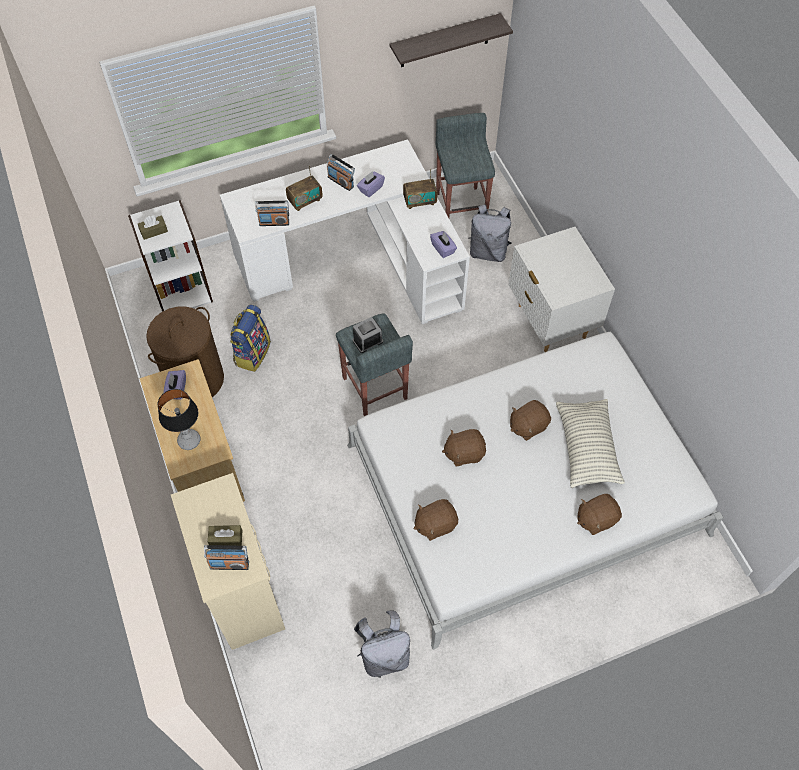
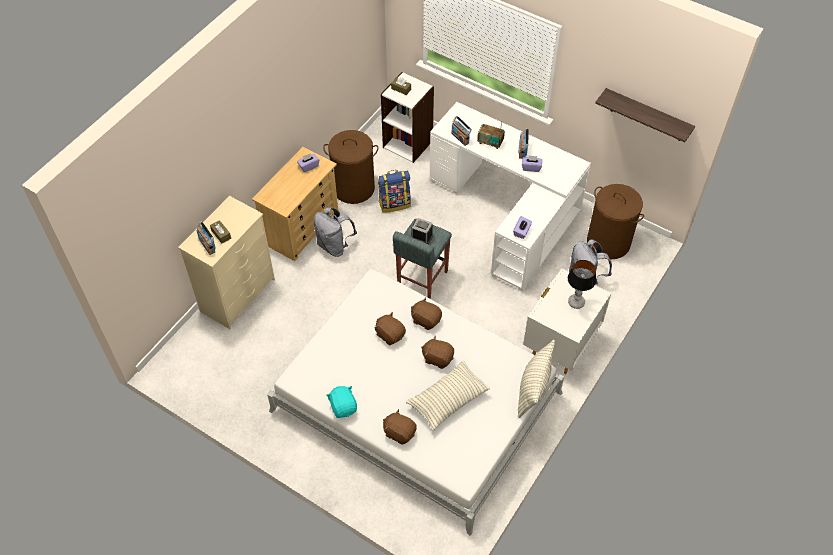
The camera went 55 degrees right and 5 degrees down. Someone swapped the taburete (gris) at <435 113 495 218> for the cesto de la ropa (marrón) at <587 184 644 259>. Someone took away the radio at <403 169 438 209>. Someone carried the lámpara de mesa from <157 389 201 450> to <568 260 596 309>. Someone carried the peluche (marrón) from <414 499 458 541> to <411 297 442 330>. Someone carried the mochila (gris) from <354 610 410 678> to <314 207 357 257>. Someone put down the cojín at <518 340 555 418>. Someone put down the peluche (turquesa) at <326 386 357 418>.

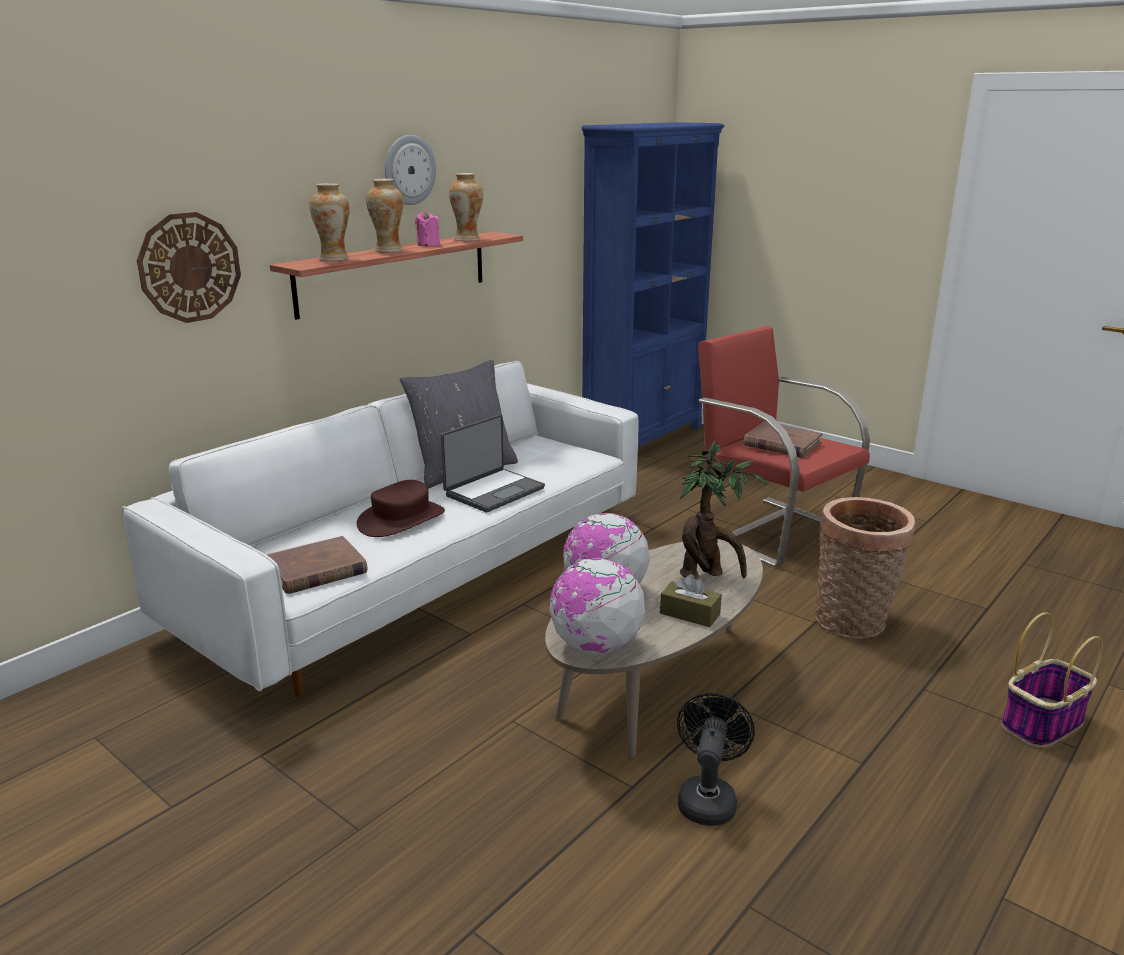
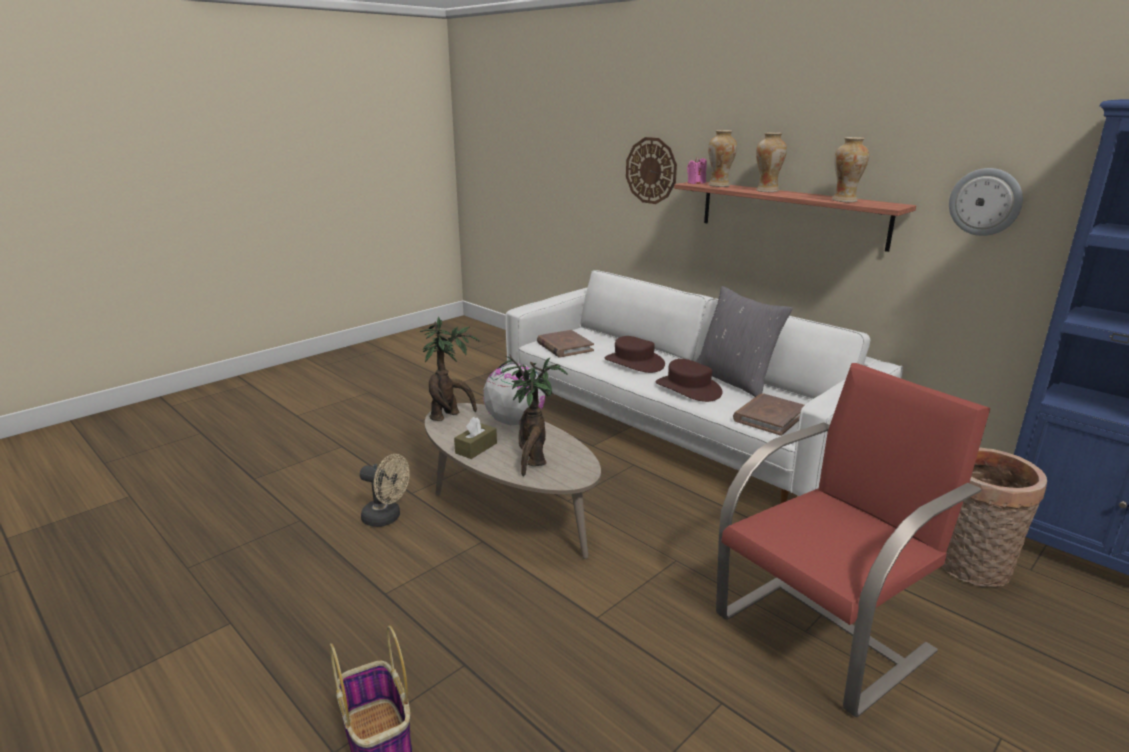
The camera went 95 degrees right and 0 degrees up. Someone carried the reloj de pared from <385 135 436 205> to <949 168 1023 236>. Someone carried the vela (rosa) from <415 211 440 246> to <687 157 707 184>. Someone swapped the portátil at <440 414 545 513> for the sombrero (marrón) at <655 359 722 402>. Someone carried the libro (marrón) from <744 422 823 458> to <733 393 804 436>. Someone carried the cesta from <816 497 915 638> to <941 448 1047 587>. Someone swapped the globo terráqueo at <550 558 645 655> for the planta en maceta at <420 316 480 421>. Someone repainted the ventilador (negro) at <677 693 755 826>, which became the ventilador (beis) at <360 454 410 527>.

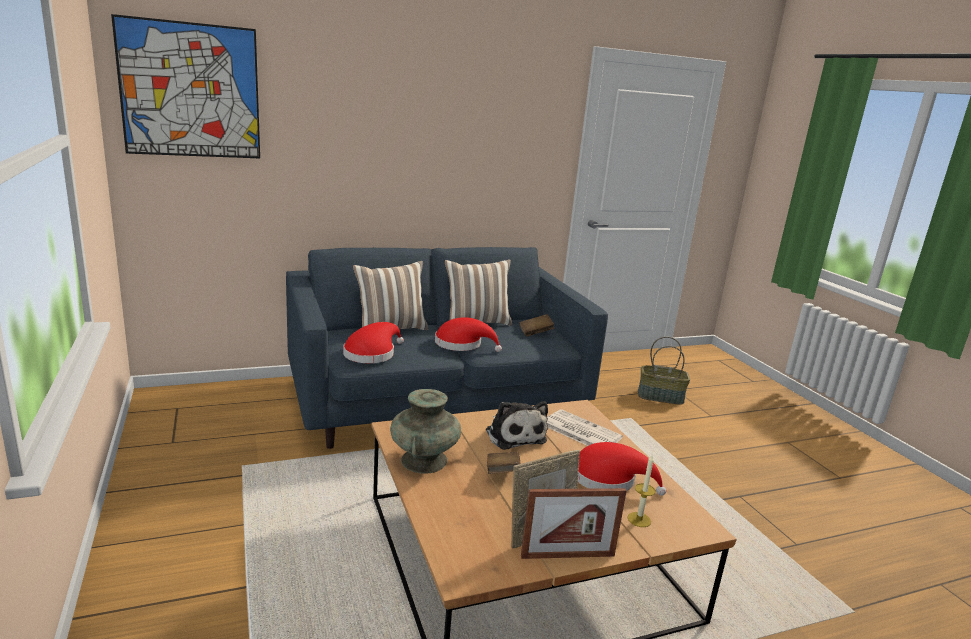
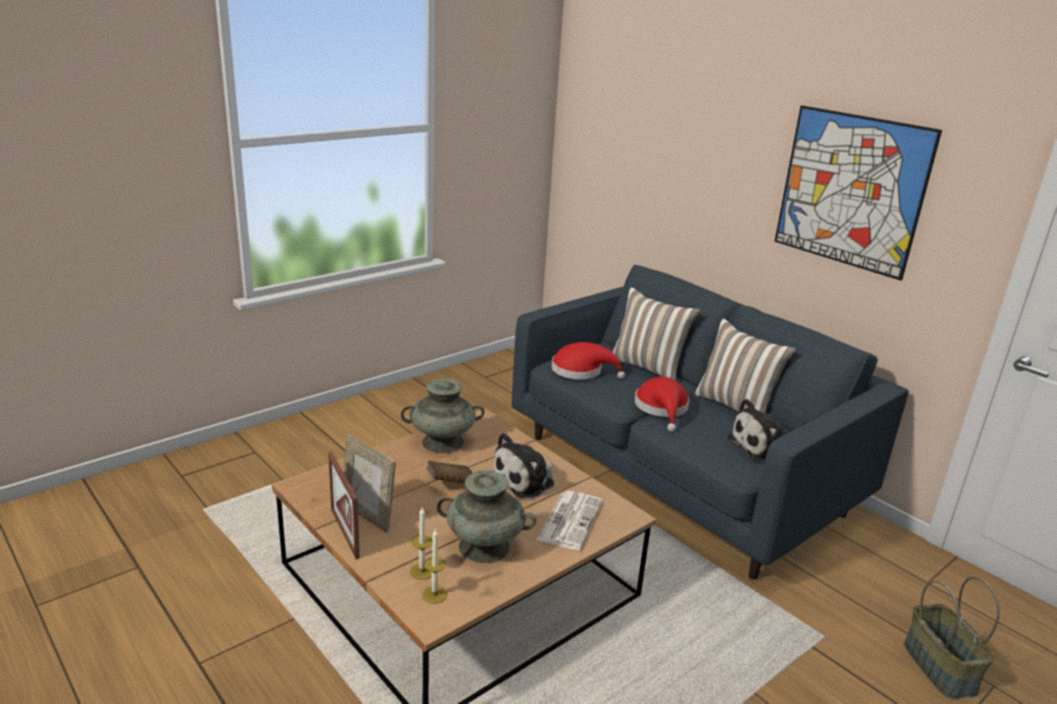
The camera went 70 degrees right and 5 degrees up. Someone carried the cuadro from <111 14 260 158> to <774 105 942 281>. Someone swapped the libro (marrón) at <519 314 554 337> for the peluche at <727 399 784 462>. Someone swapped the sombrero (rojo) at <578 442 666 496> for the florero (turquesa) at <437 470 537 563>. Someone put down the vela at <422 528 447 604>.

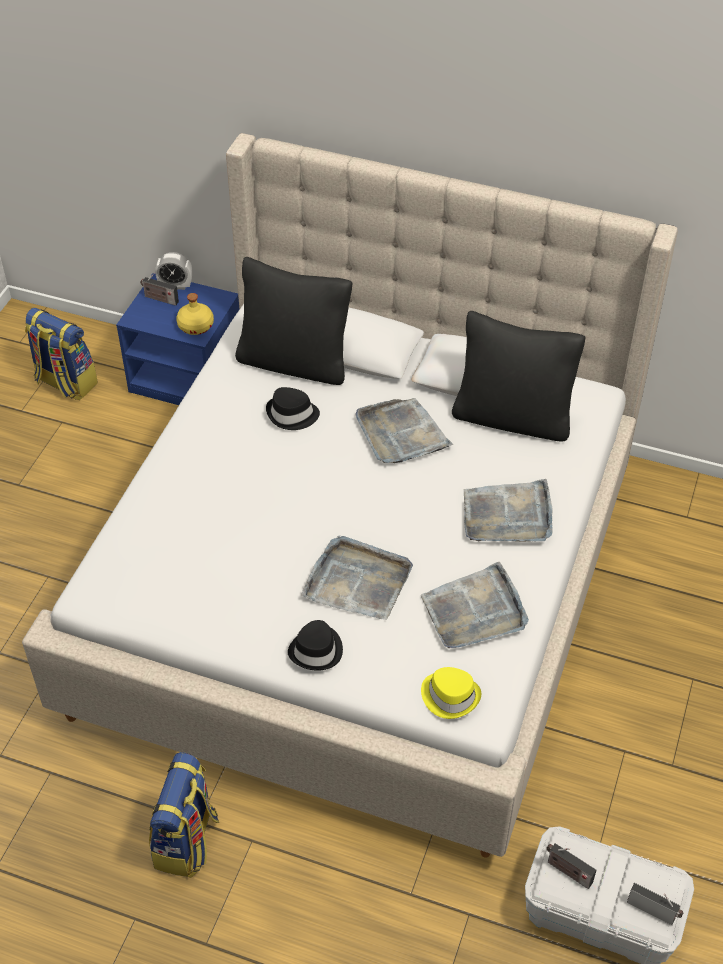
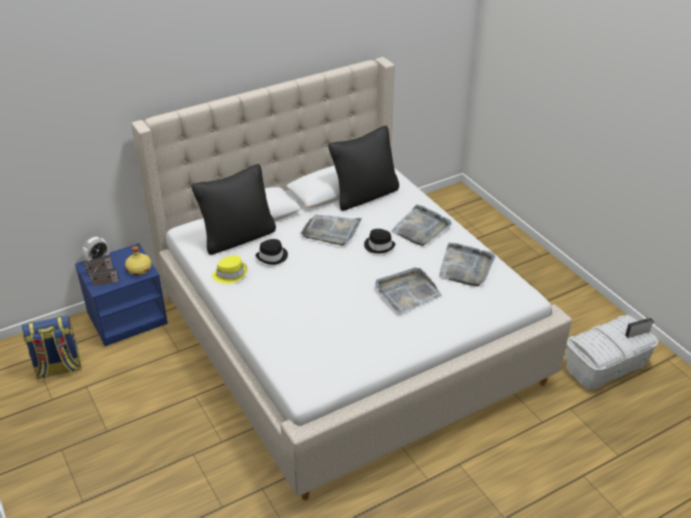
The camera went 50 degrees left and 10 degrees down. Someone carried the sombrero (negro) from <288 620 343 671> to <364 229 395 254>. Someone carried the sombrero (amarillo) from <421 667 481 719> to <212 255 247 284>. Someone took away the mochila at <149 752 219 878>. Someone carried the radio from <547 843 596 889> to <88 265 119 286>.

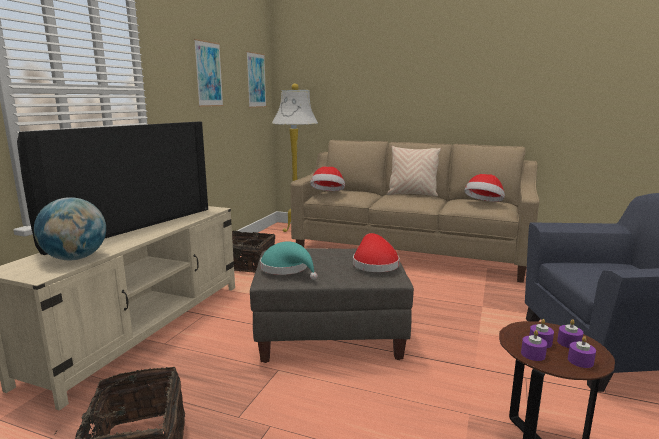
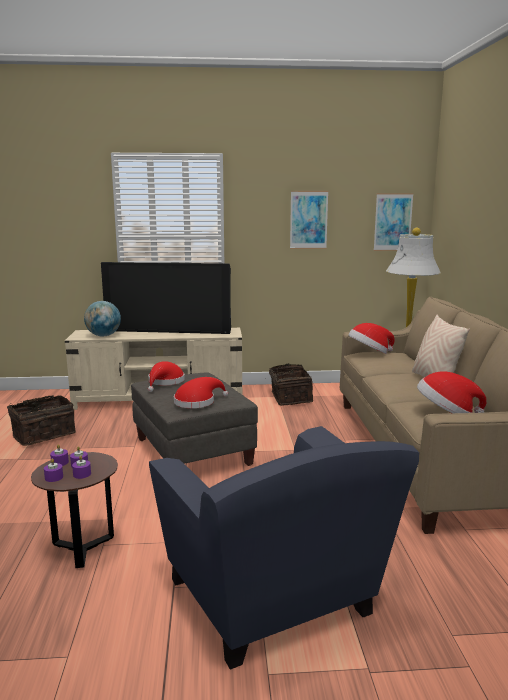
The camera went 65 degrees right and 0 degrees up. Someone repainted the sombrero (turquesa) at <260 241 317 280>, which became the sombrero (rojo) at <148 361 185 392>.

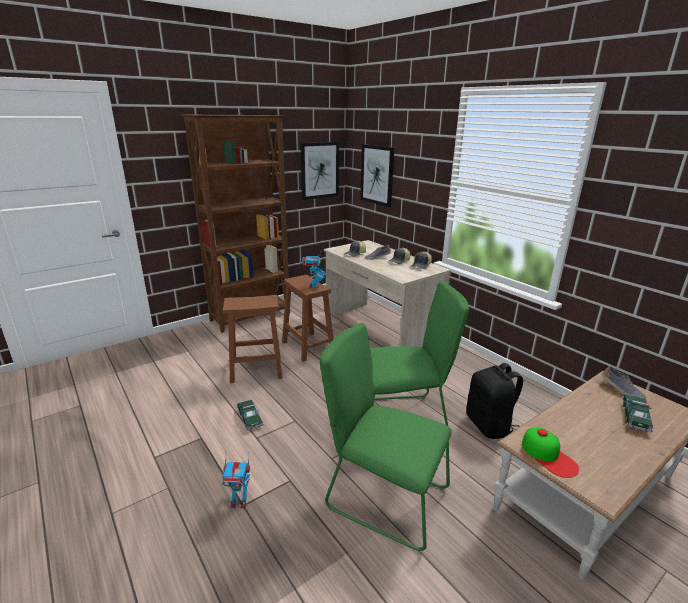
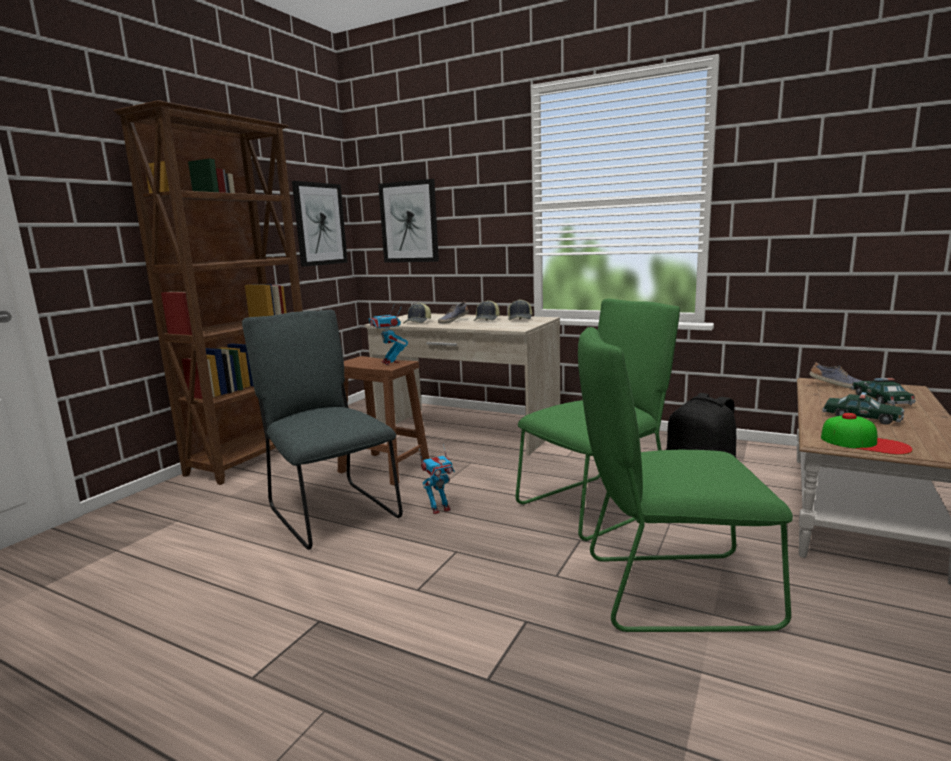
The camera went 25 degrees left and 10 degrees down. Someone swapped the taburete (marrón) at <223 295 282 383> for the silla (gris) at <242 310 403 550>. Someone carried the coche de juguete from <237 400 264 430> to <822 392 904 425>. Someone carried the robot de juguete from <222 452 250 508> to <419 444 455 514>.

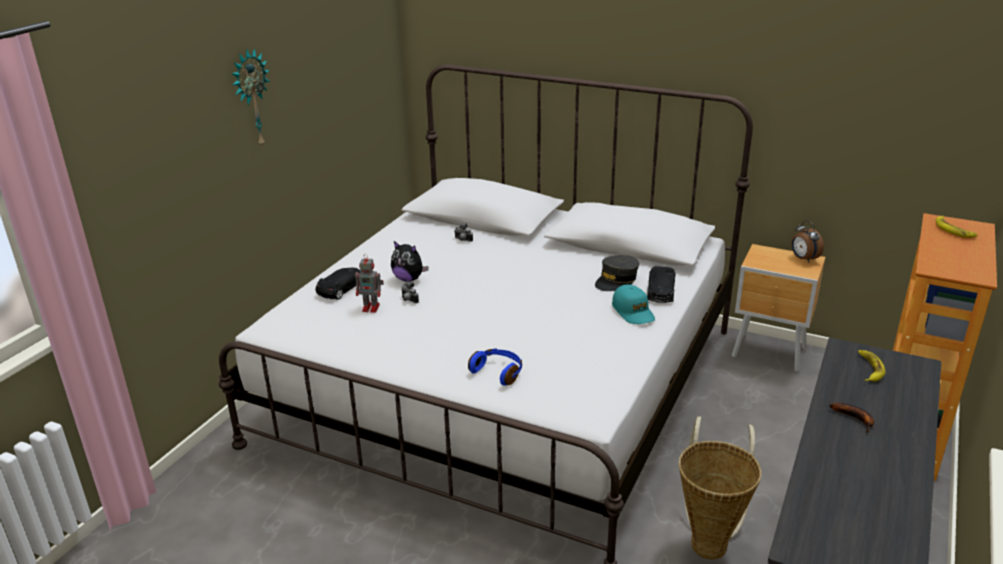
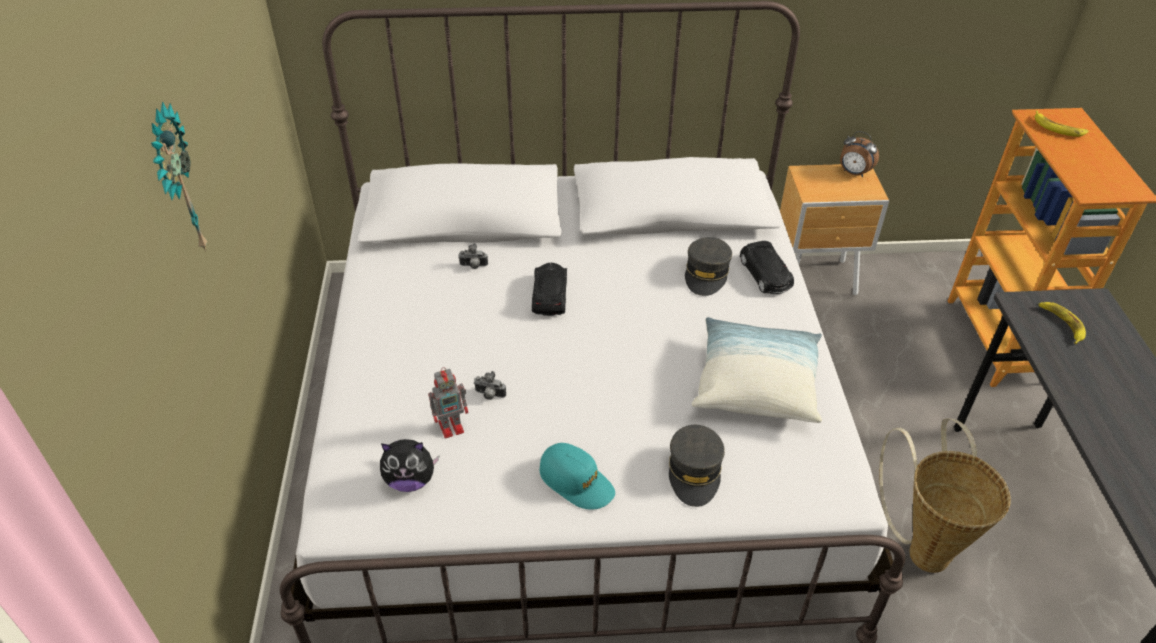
The camera went 30 degrees left and 15 degrees up. Someone carried the peluche from <391 241 429 282> to <380 439 440 492>. Someone carried the coche de juguete (negro) from <315 268 360 300> to <532 263 567 316>. Someone carried the gorra (turquesa) from <612 284 655 324> to <540 443 615 510>. Someone swapped the auriculares (azul) at <468 348 522 386> for the gorra (gris) at <669 425 725 507>. Someone took away the plátano at <829 402 874 433>. Someone put down the cojín at <692 317 822 423>.

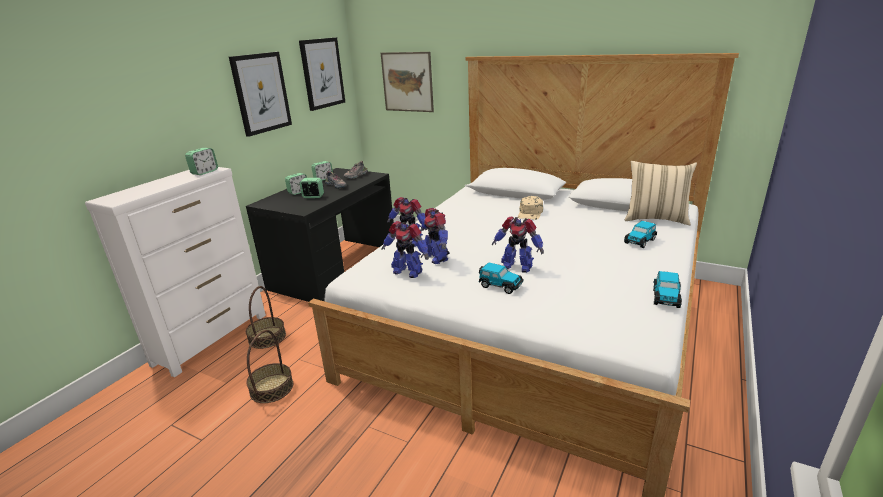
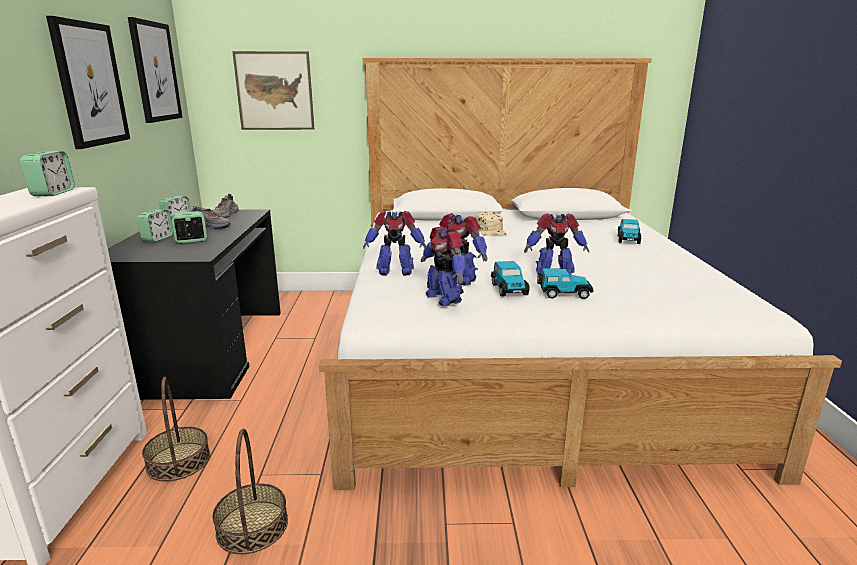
The camera went 30 degrees left and 5 degrees down. Someone took away the cojín (beis) at <625 161 697 225>. Someone rotated the robot de juguete at <381 221 429 278> by 60 degrees clockwise. Someone carried the coche de juguete from <653 271 682 308> to <491 261 530 297>.

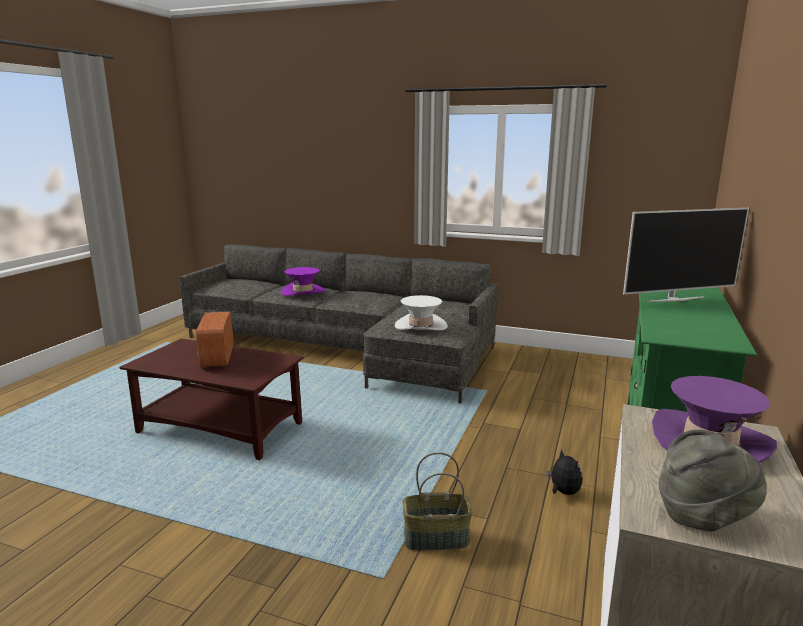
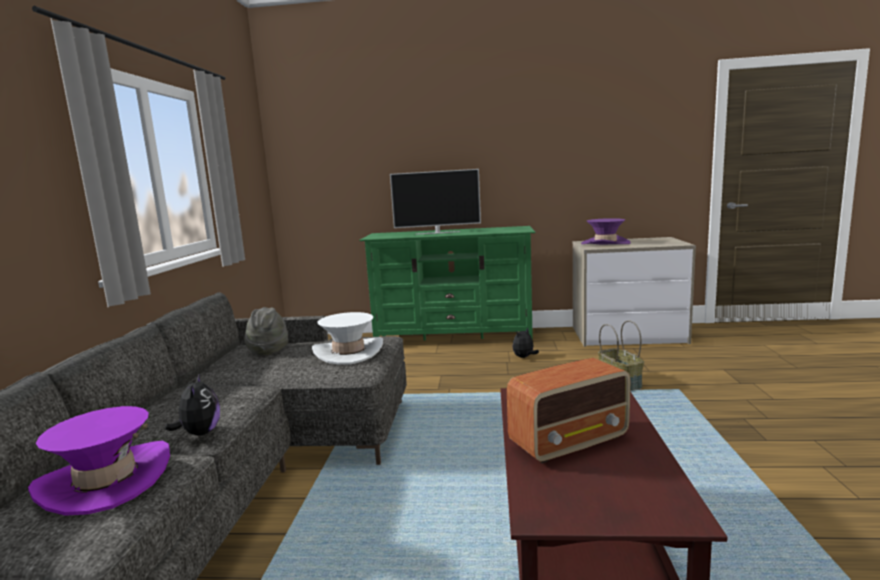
The camera went 105 degrees left and 5 degrees down. Someone rotated the televisor at <623 208 749 302> by 120 degrees clockwise. Someone carried the sombrero (gris) from <659 430 767 532> to <244 307 288 356>. Someone put down the peluche at <165 373 220 436>.

